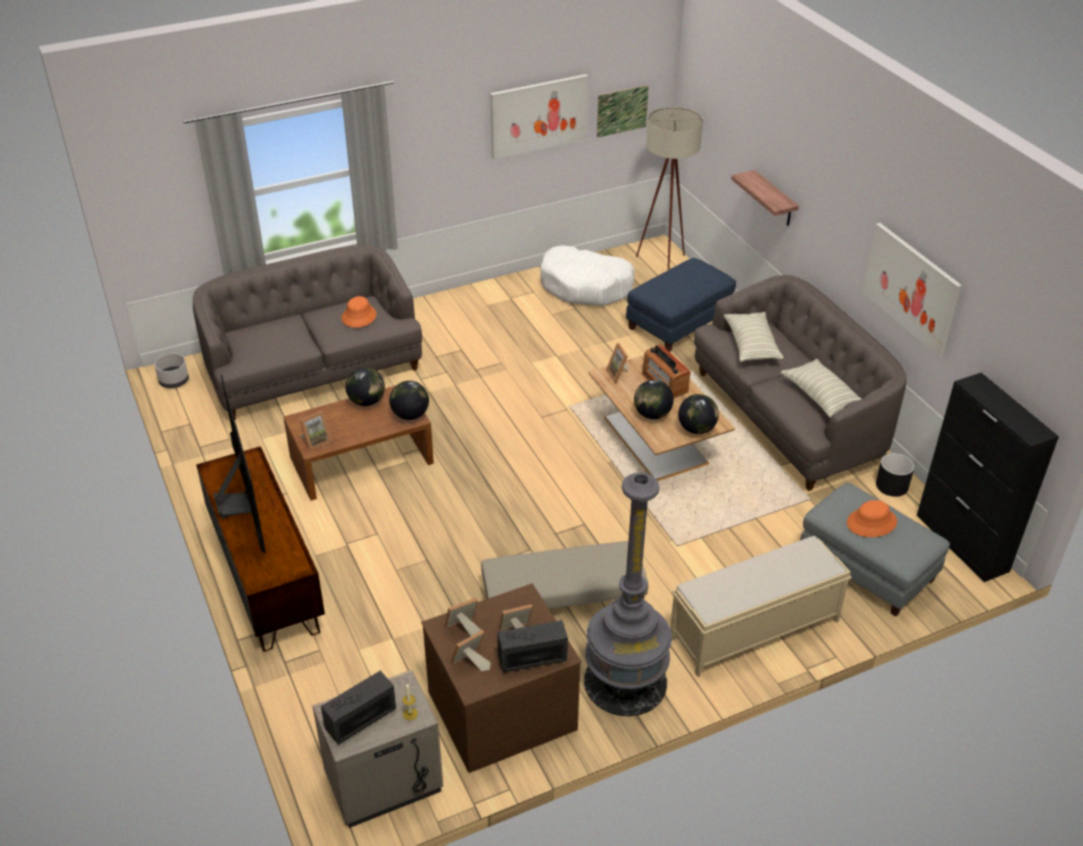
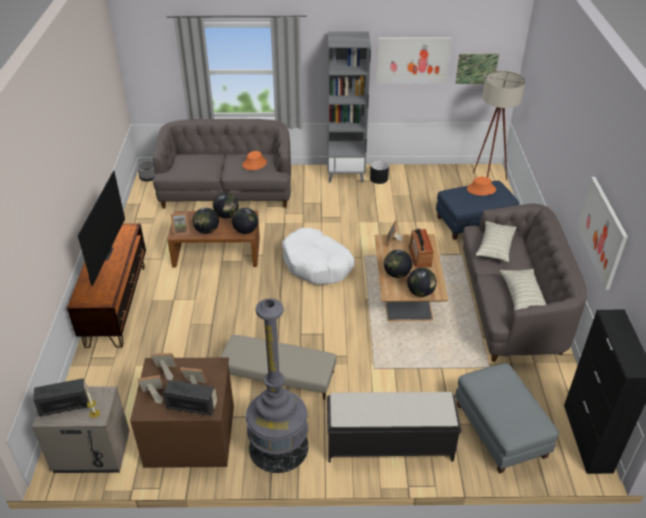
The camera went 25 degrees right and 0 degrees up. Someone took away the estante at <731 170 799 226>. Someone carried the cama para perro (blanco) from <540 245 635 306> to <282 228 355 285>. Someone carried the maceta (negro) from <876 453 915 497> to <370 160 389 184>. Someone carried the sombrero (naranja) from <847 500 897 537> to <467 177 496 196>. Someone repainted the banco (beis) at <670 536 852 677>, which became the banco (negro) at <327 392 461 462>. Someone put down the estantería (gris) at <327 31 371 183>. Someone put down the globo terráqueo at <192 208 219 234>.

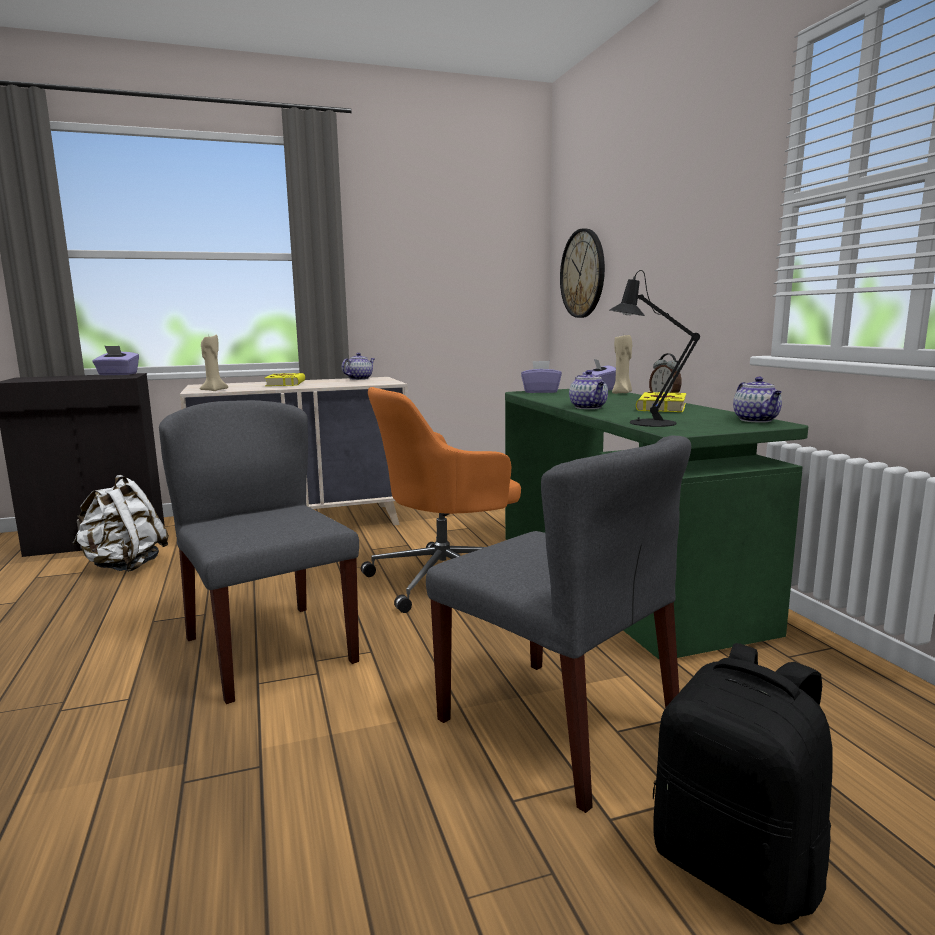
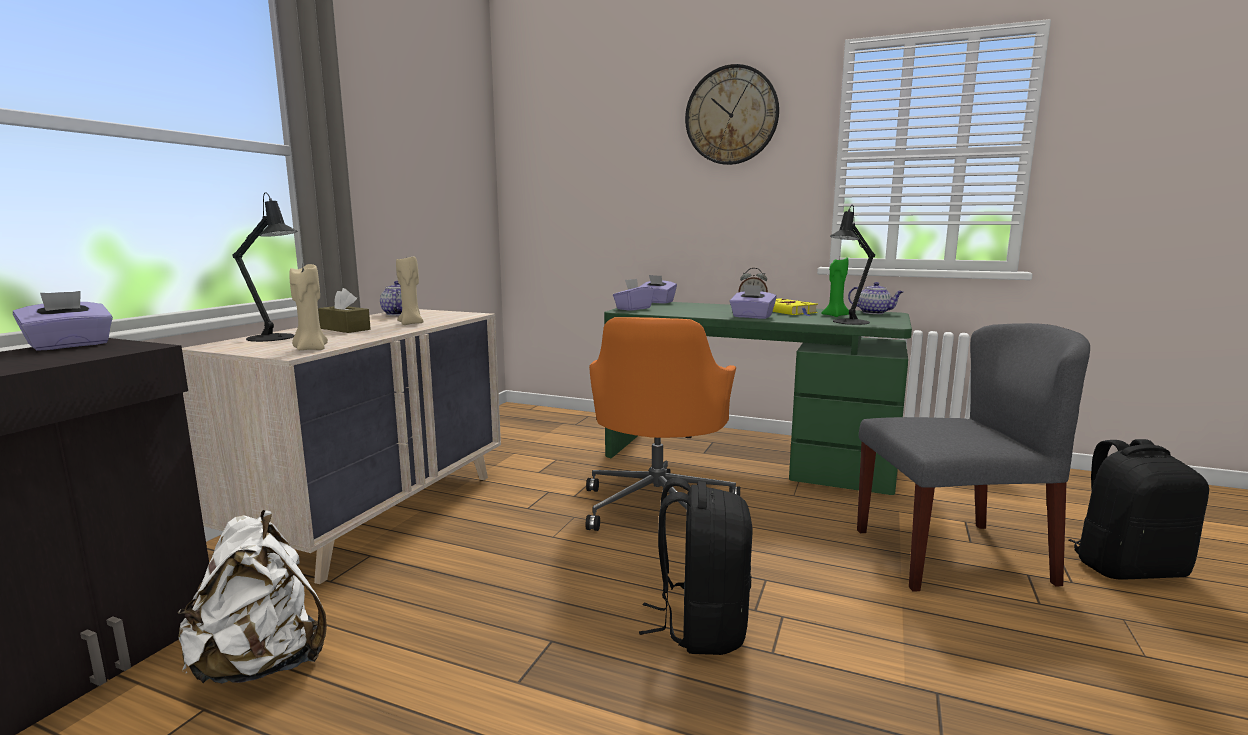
The camera went 50 degrees left and 0 degrees up. Someone carried the reloj de pared from <560 228 605 318> to <685 64 779 165>. Someone carried the vela (beis) from <612 335 632 394> to <396 257 424 325>. Someone swapped the tetera at <569 370 608 409> for the caja de pañuelos (morado) at <729 284 777 319>. Someone swapped the libro (amarillo) at <265 373 305 386> for the caja de pañuelos (marrón) at <318 288 371 333>. Someone swapped the silla (gris) at <159 400 359 704> for the mochila (negro) at <639 478 752 655>. Someone put down the lámpara de mesa (negro) at <232 192 297 342>. Someone put down the vela (verde) at <821 258 849 317>.

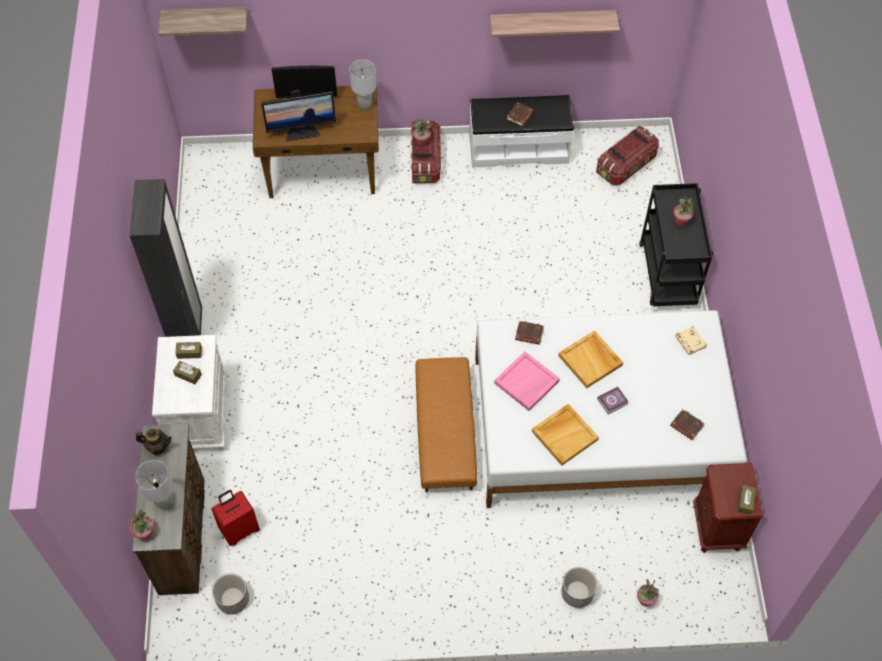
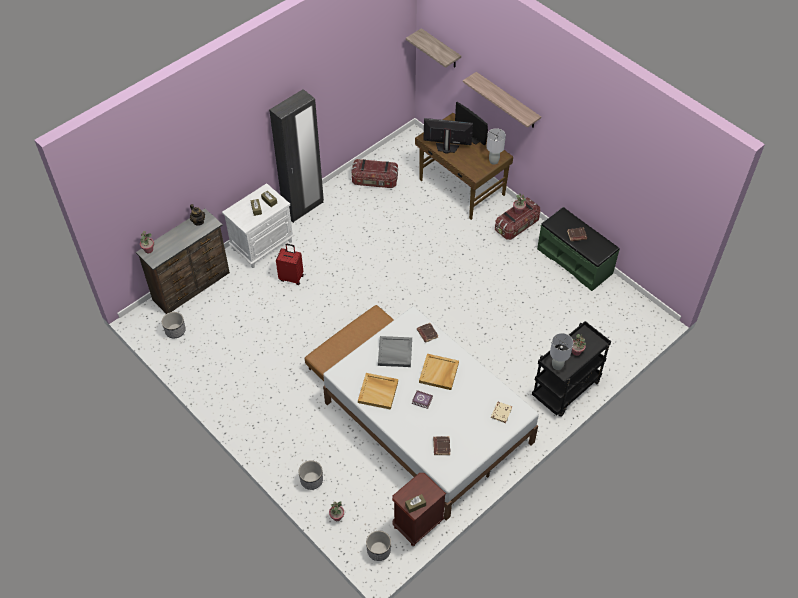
The camera went 50 degrees right and 5 degrees down. Someone carried the estante from <490 10 620 37> to <463 72 541 128>. Someone rotated the monitor at <261 90 336 141> by 150 degrees clockwise. Someone repainted the banco (blanco) at <469 95 574 168>, which became the banco (verde) at <537 207 620 291>. Someone carried the caja de almacenaje from <596 126 659 186> to <351 159 398 188>. Someone repainted the bandeja (rosa) at <494 352 560 411>, which became the bandeja (gris) at <378 336 412 367>. Someone carried the lámpara de mesa (gris) from <135 460 174 509> to <550 333 573 370>. Someone carried the maleta (rojo) from <211 490 260 546> to <276 244 304 285>. Someone put down the maceta at <366 531 391 561>.

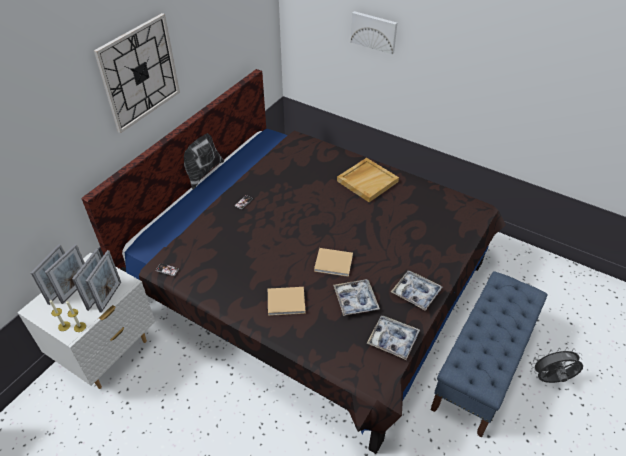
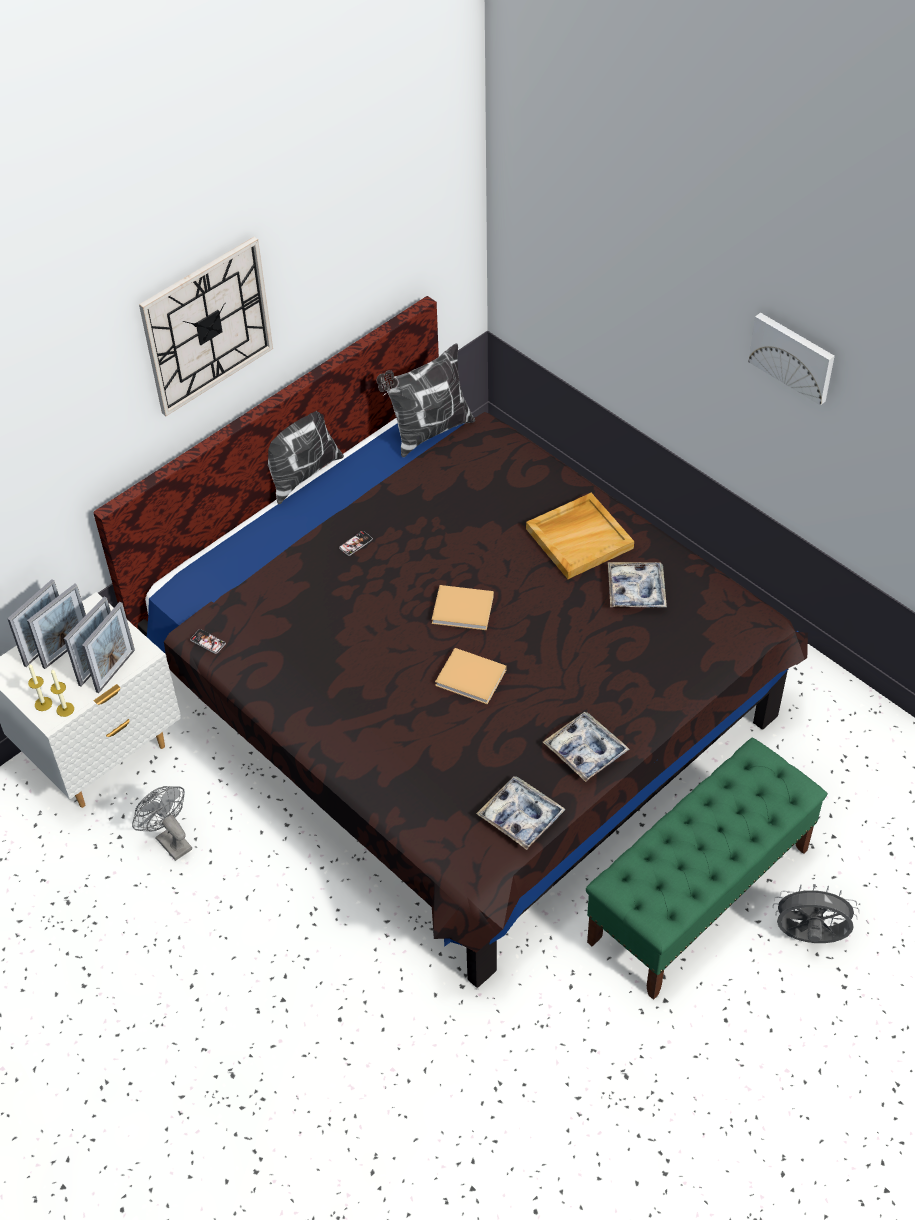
The camera went 15 degrees right and 5 degrees up. Someone carried the cuadro from <351 11 397 54> to <748 313 835 405>. Someone repainted the banco (azul) at <431 271 548 437>, which became the banco (verde) at <586 738 827 1000>. Someone carried the bandeja from <333 279 380 316> to <608 562 667 607>. Someone carried the libro (beis) from <268 287 306 316> to <432 585 494 630>. Someone put down the cojín at <376 343 475 457>. Someone put down the ventilador (gris) at <132 786 192 861>.

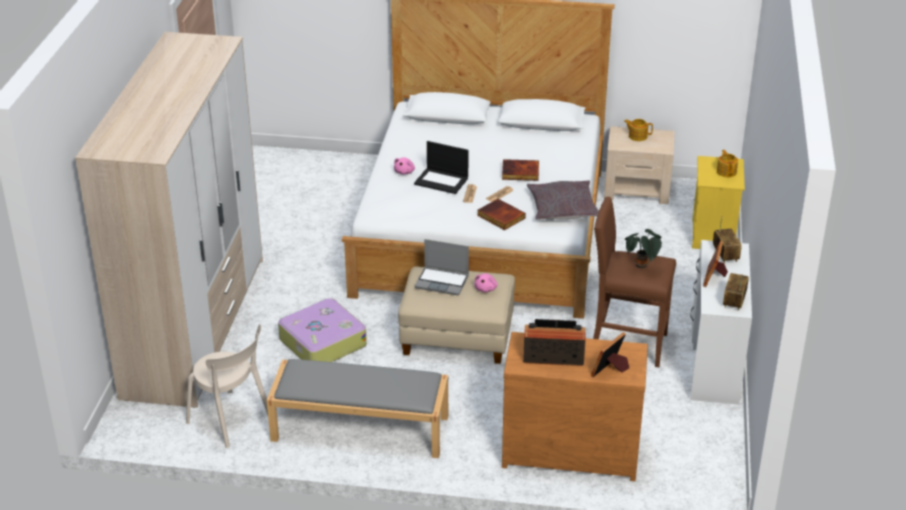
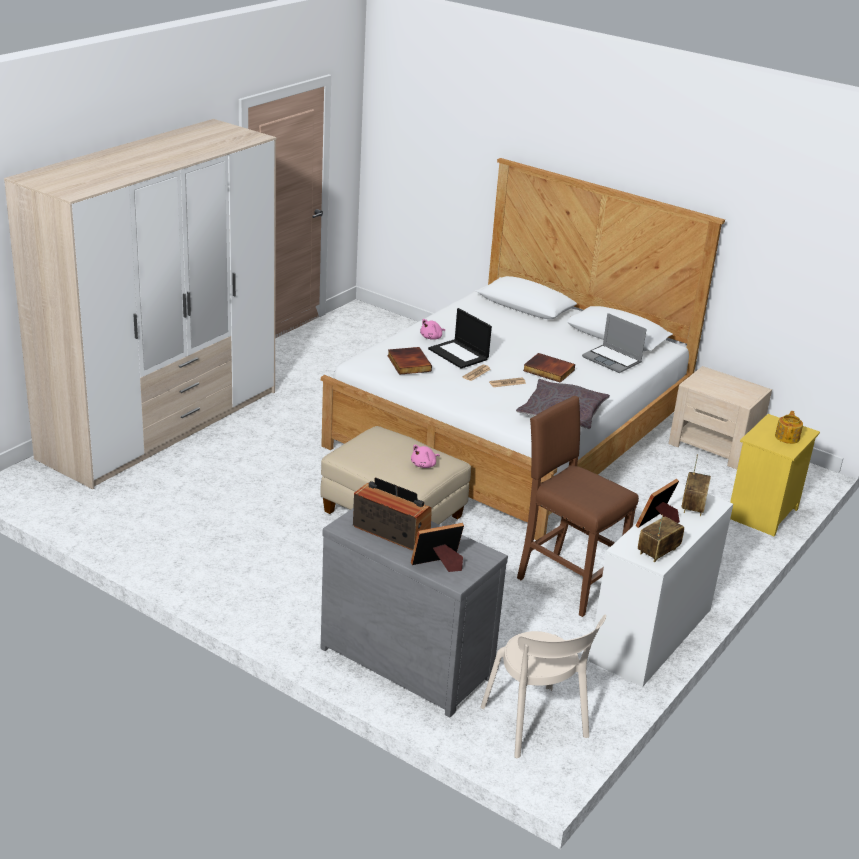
The camera went 25 degrees right and 5 degrees down. Someone took away the tetera at <624 119 653 141>. Someone carried the libro from <477 199 526 230> to <387 347 432 375>. Someone took away the planta en maceta at <625 229 662 269>. Someone carried the portátil from <415 239 469 295> to <582 313 647 373>. Someone took away the maleta at <278 298 367 362>. Someone carried the silla (beis) from <186 324 268 448> to <481 614 606 758>. Someone repainted the cómoda (marrón) at <502 332 648 481>, which became the cómoda (gris) at <321 508 508 718>. Someone took away the banco (gris) at <267 359 449 458>.

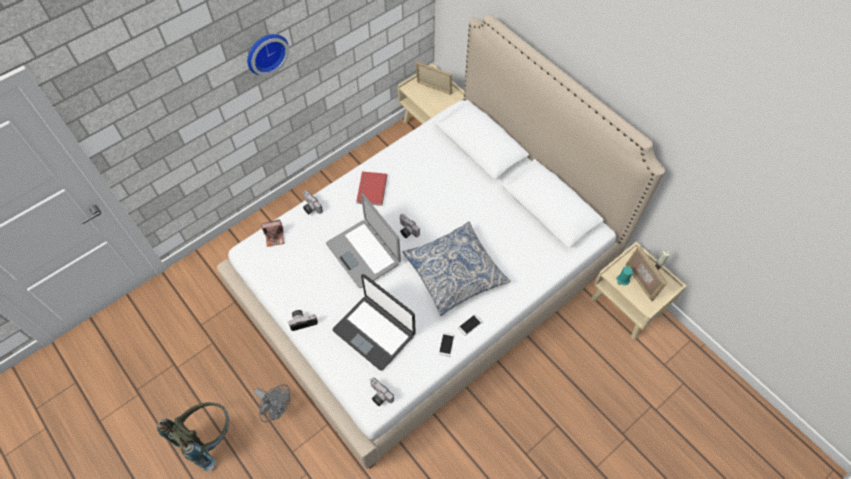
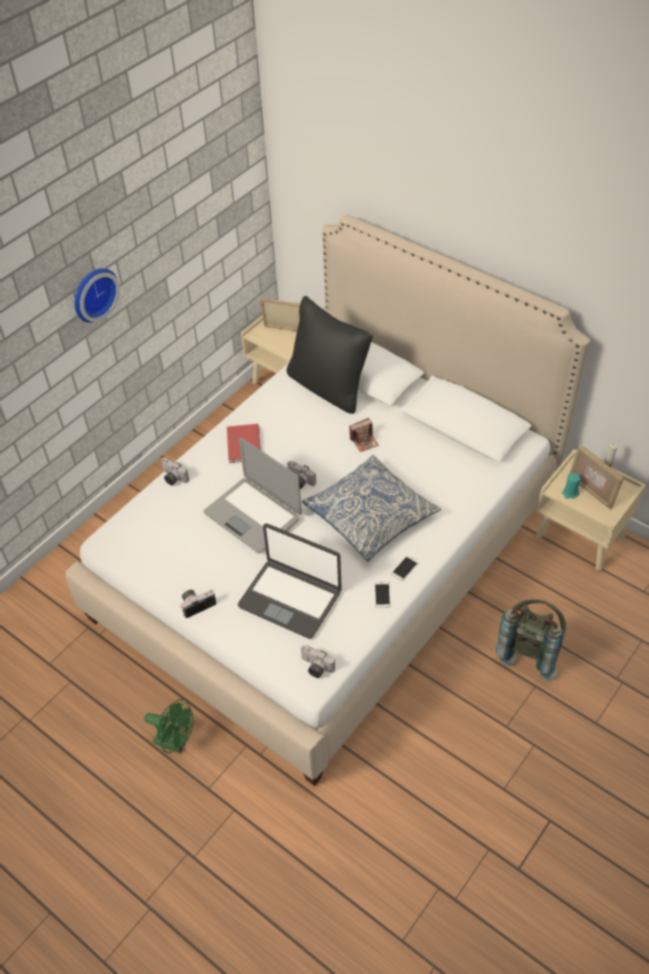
The camera went 10 degrees left and 10 degrees down. Someone carried the cámara from <261 219 284 247> to <349 418 379 452>. Someone repainted the ventilador (gris) at <254 385 290 422>, which became the ventilador (verde) at <144 699 194 753>. Someone carried the mochila (gris) from <157 402 229 471> to <496 599 566 681>. Someone put down the cojín (negro) at <286 296 373 414>.

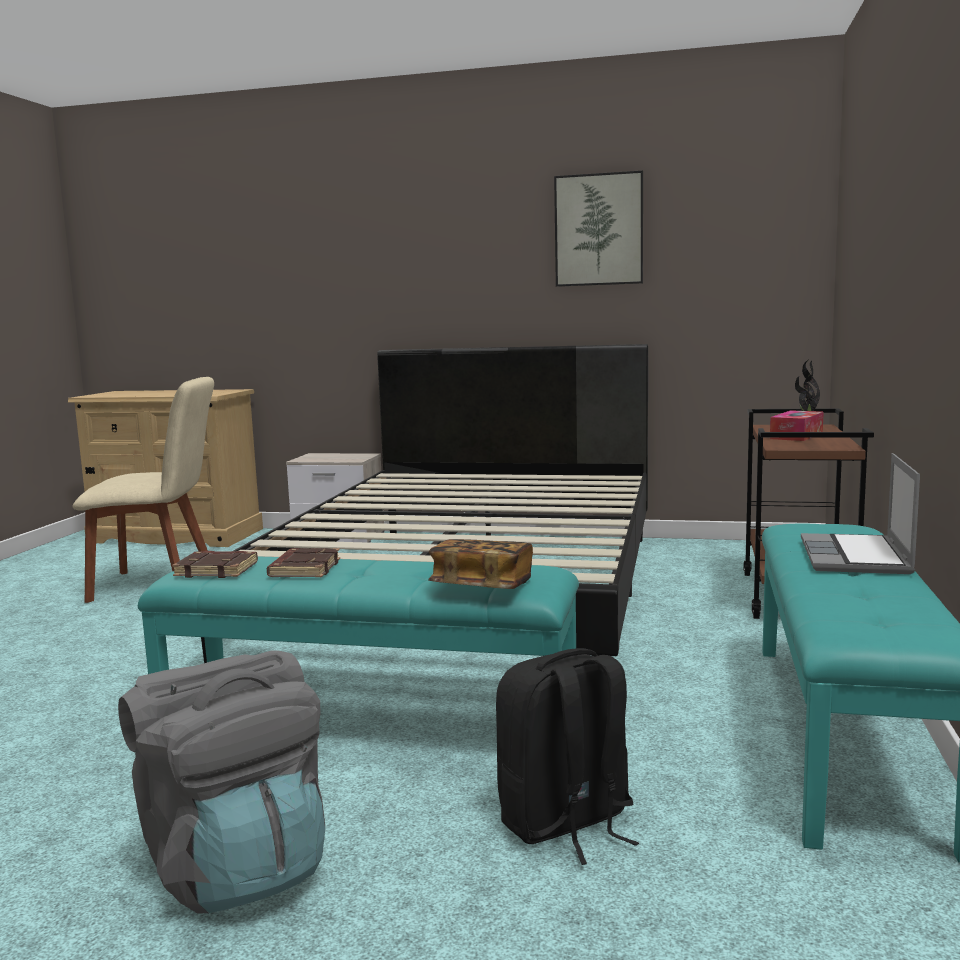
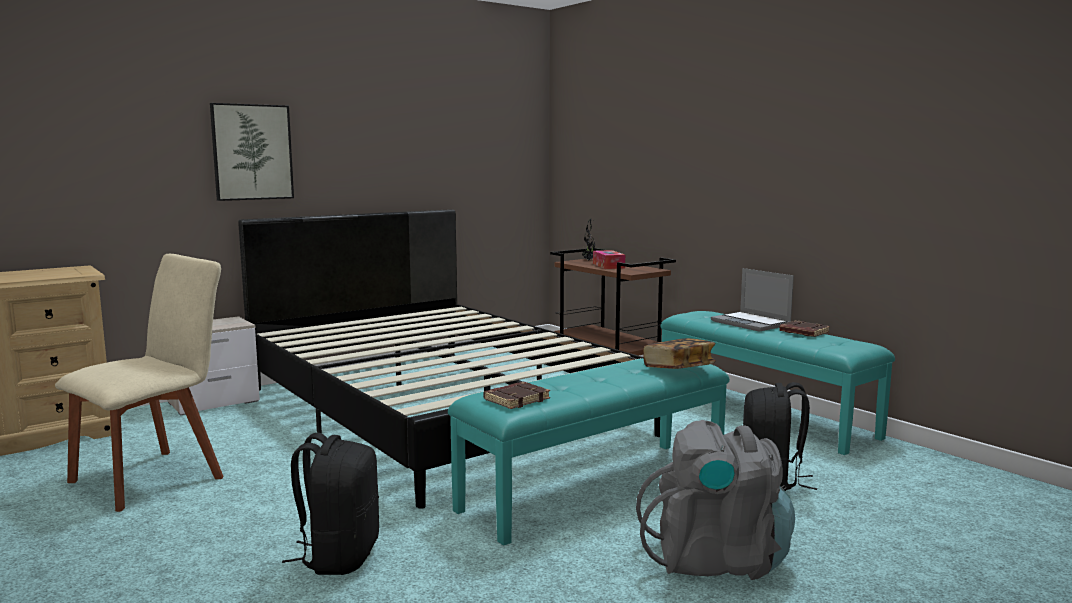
The camera went 50 degrees left and 0 degrees up. Someone carried the cuadro from <554 170 643 287> to <210 103 294 201>. Someone carried the libro (marrón) from <267 548 340 577> to <779 321 830 337>. Someone put down the mochila (negro) at <282 433 379 575>.

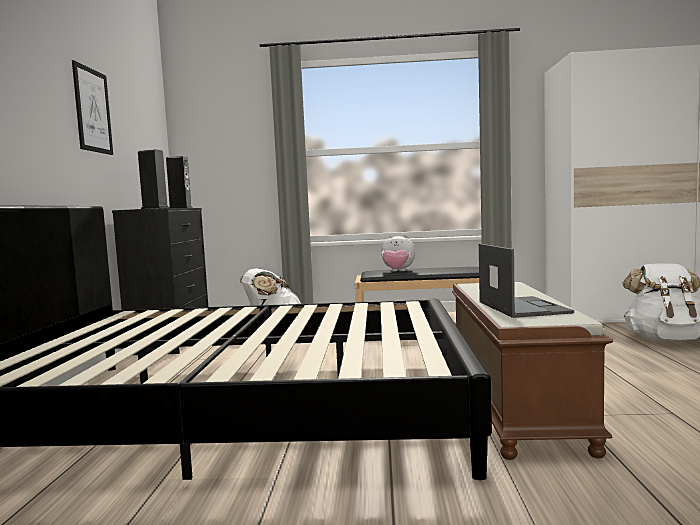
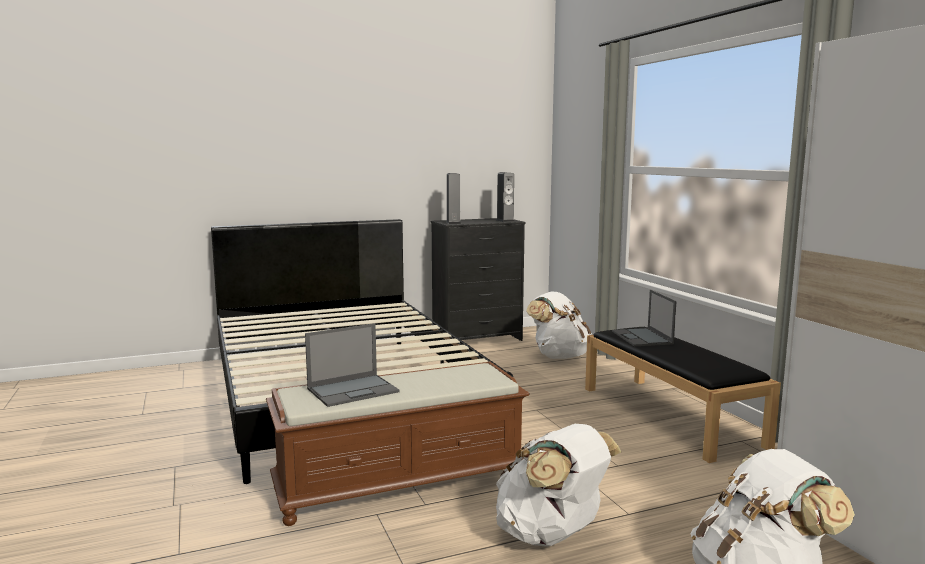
The camera went 65 degrees right and 5 degrees up. Someone took away the cuadro at <72 60 113 155>. Someone swapped the peluche at <381 234 415 271> for the portátil at <612 290 677 346>. Someone put down the mochila (blanco) at <496 424 621 547>.

